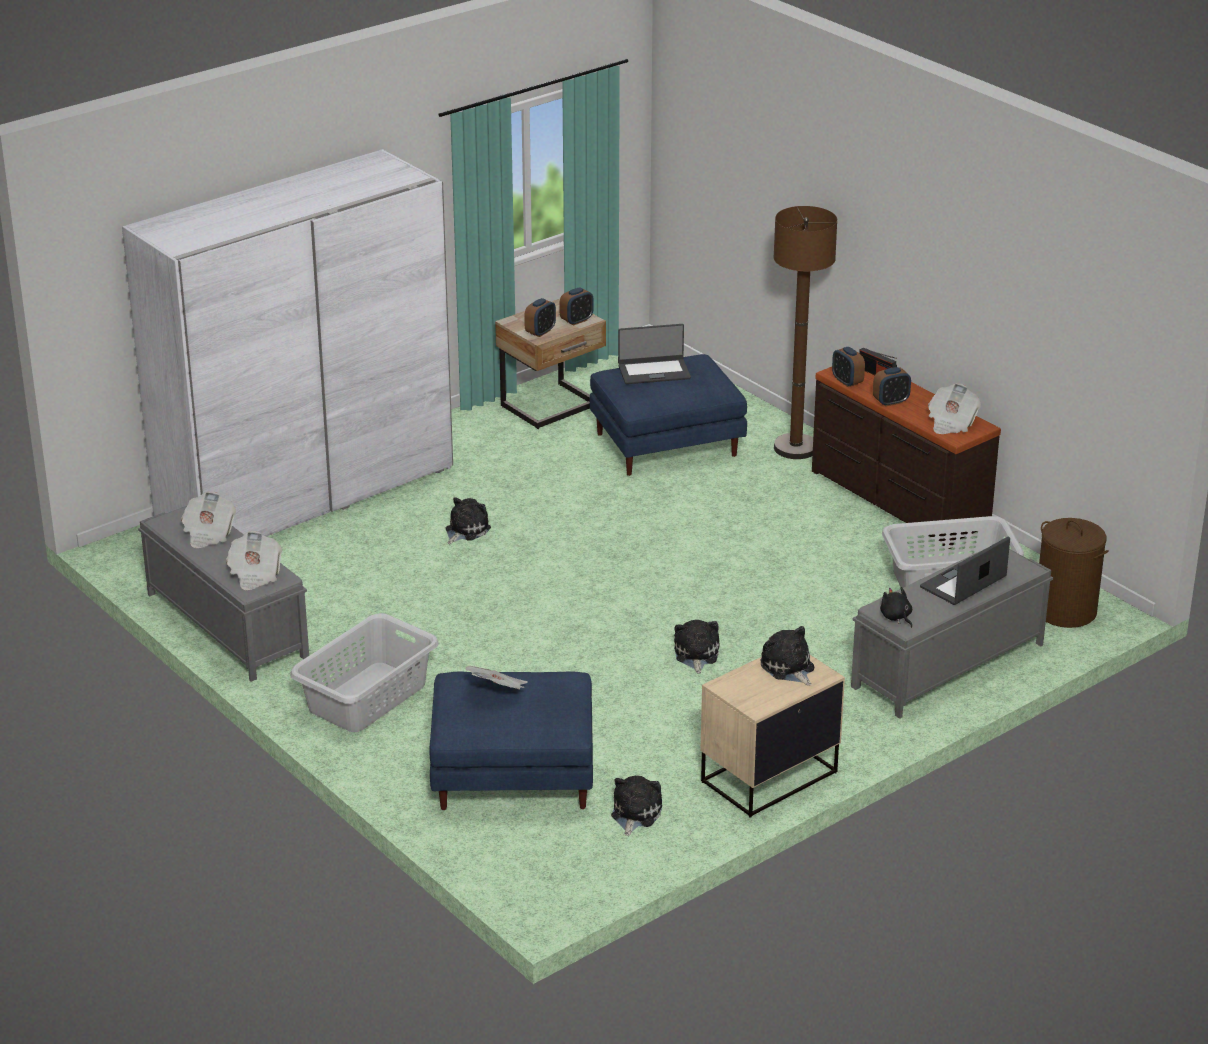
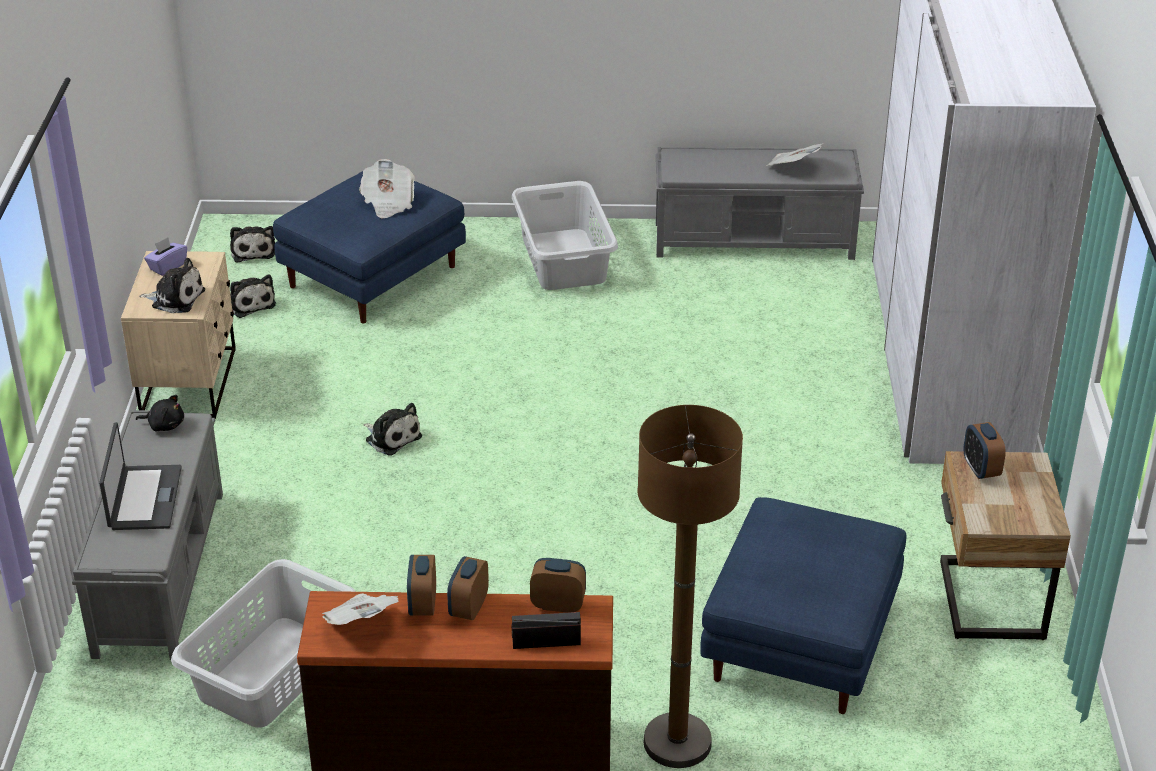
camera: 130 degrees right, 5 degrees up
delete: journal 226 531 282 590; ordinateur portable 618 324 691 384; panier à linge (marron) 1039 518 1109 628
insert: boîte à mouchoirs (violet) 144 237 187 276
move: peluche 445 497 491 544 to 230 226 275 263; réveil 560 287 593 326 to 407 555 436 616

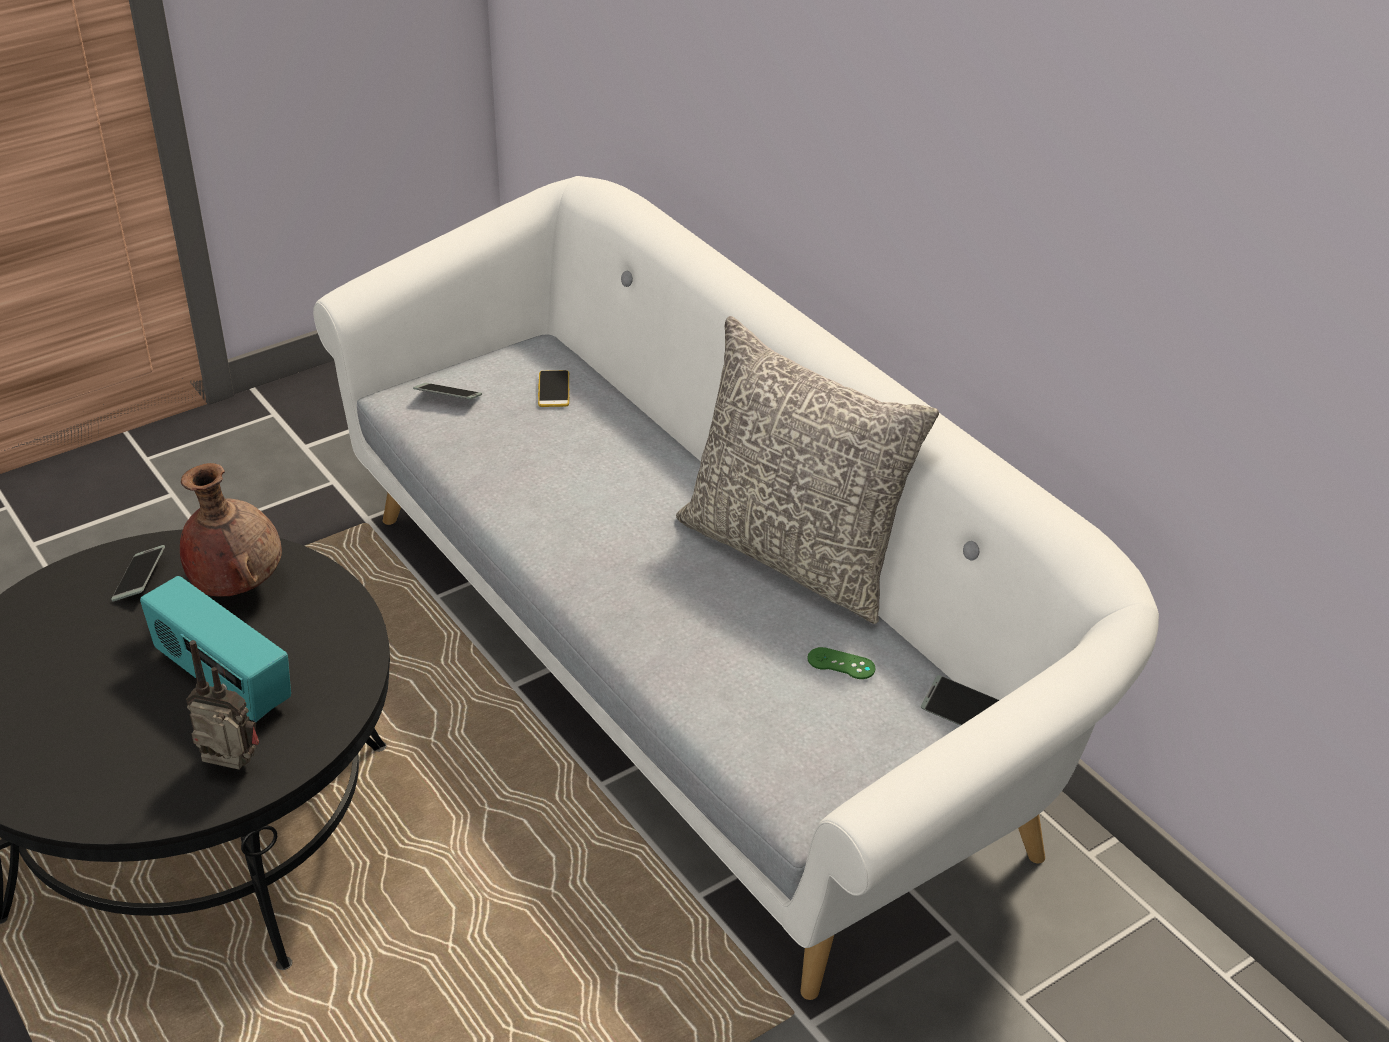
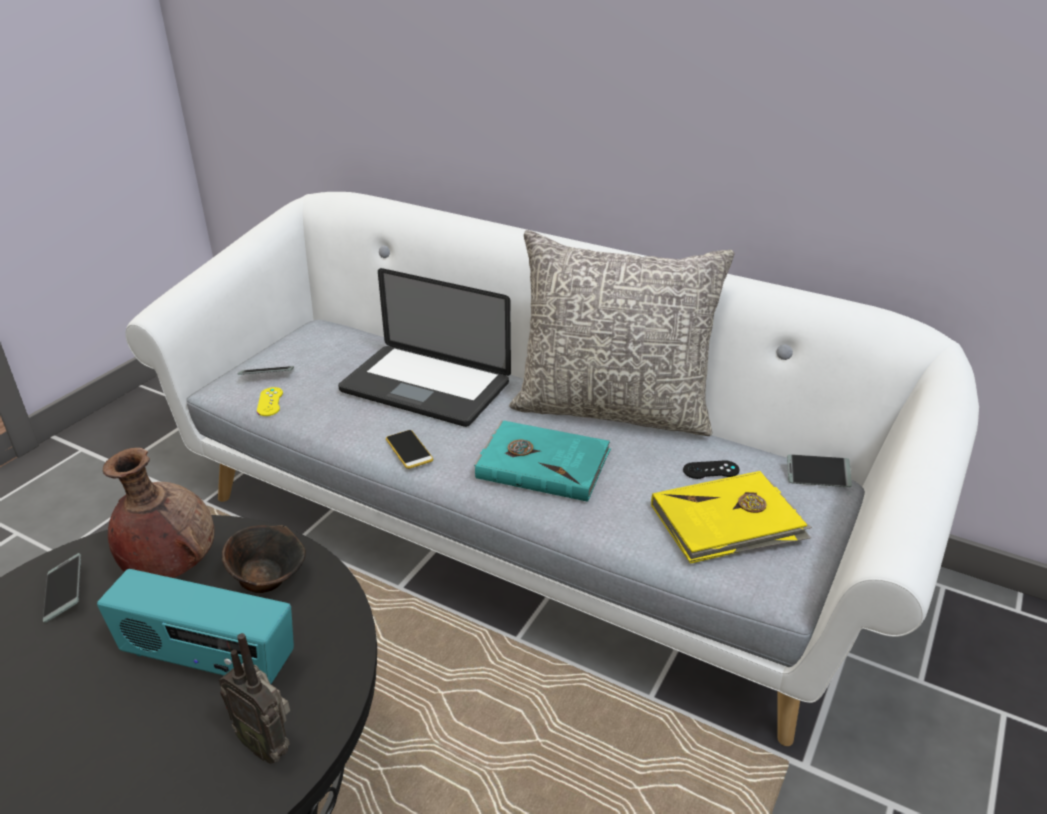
camera: 25 degrees left, 5 degrees down
insert: bol (marron) 222 525 306 593; manette (jaune) 257 387 283 416; ordinateur portable 338 268 511 427; livre (turquoise) 474 420 611 502; livre (jaune) 651 471 812 564
move: téléphone 538 370 570 407 to 386 430 433 469
recolor: manette (vert) 808 647 876 679 to manette (noir) 683 460 740 479
rotate: radio 186 640 259 770 = 219 633 290 764 135 degrees counterclockwise

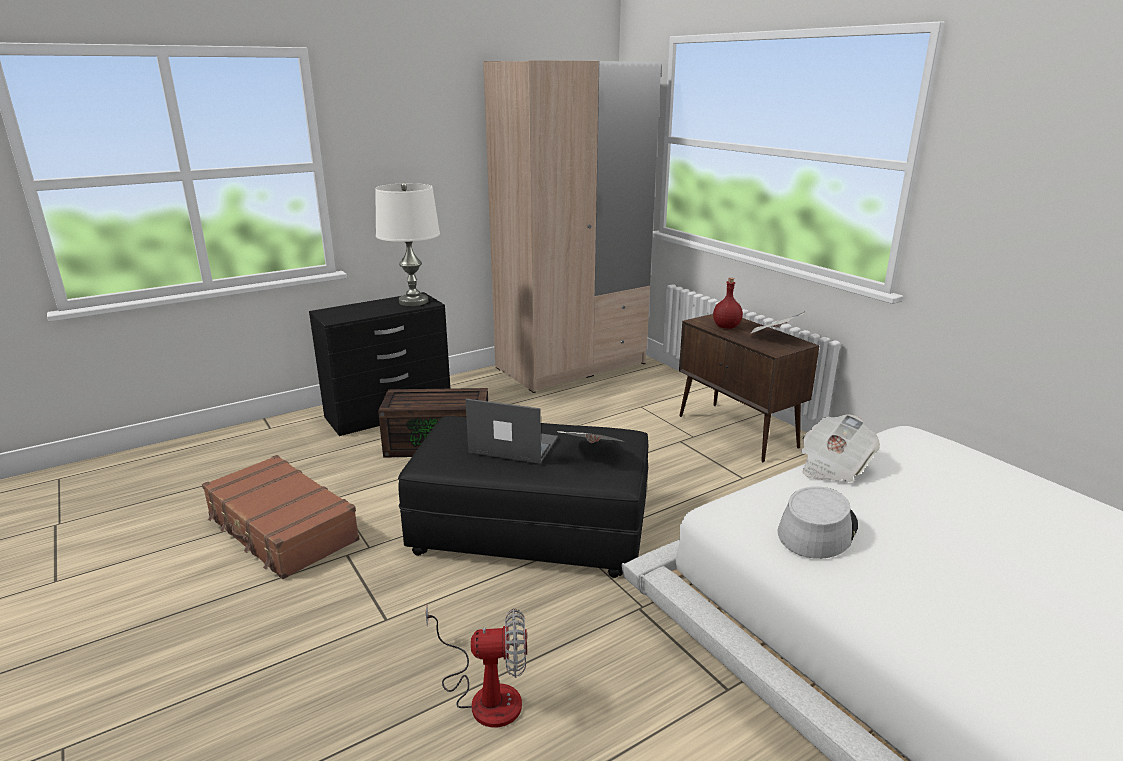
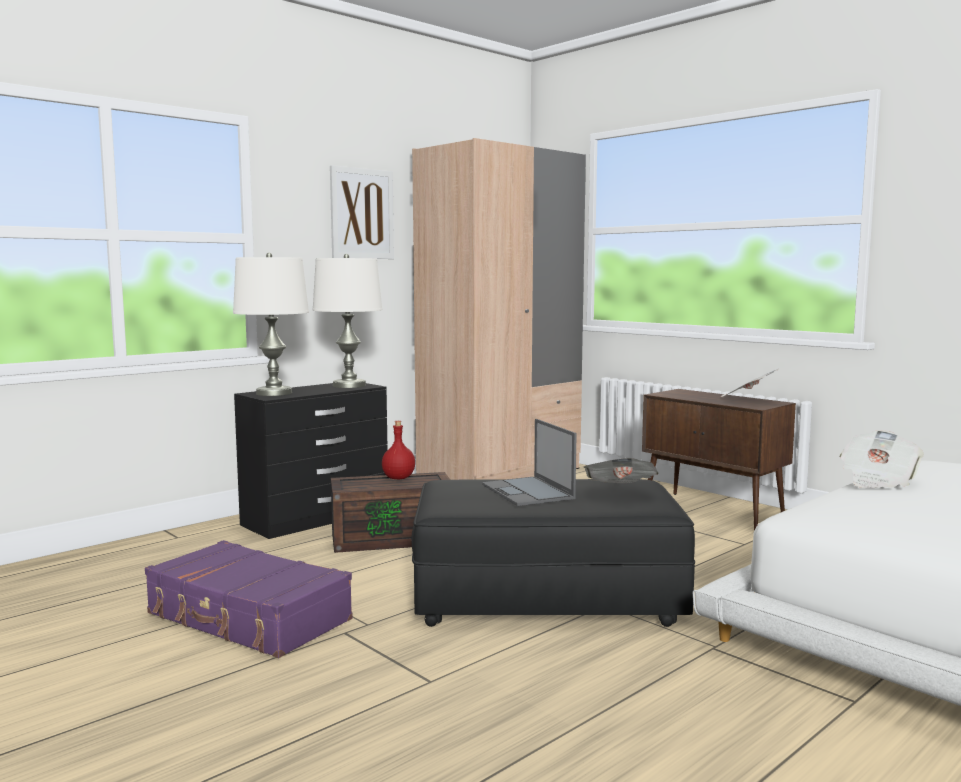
camera: 10 degrees left, 15 degrees down
delete: ventilateur 426 606 527 728; chapeau (gris) 778 486 858 559
insert: lampe de table (blanc) 233 253 309 396; tableau 330 165 394 259
move: bouteille (rouge) 713 278 743 329 to 382 421 415 479
recolor: valise (marron) 202 455 360 579 to valise (violet) 145 540 353 658
rotate: ordinateur portable 465 399 558 464 = 482 419 577 506 120 degrees counterclockwise

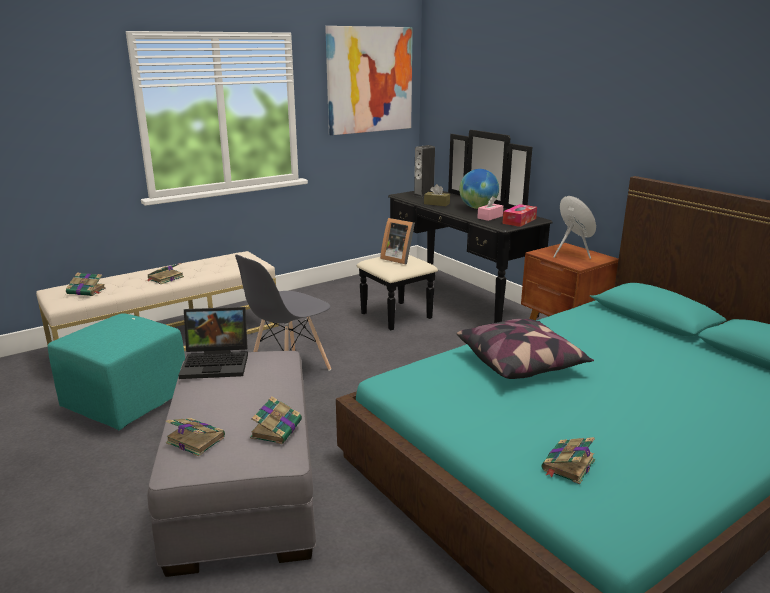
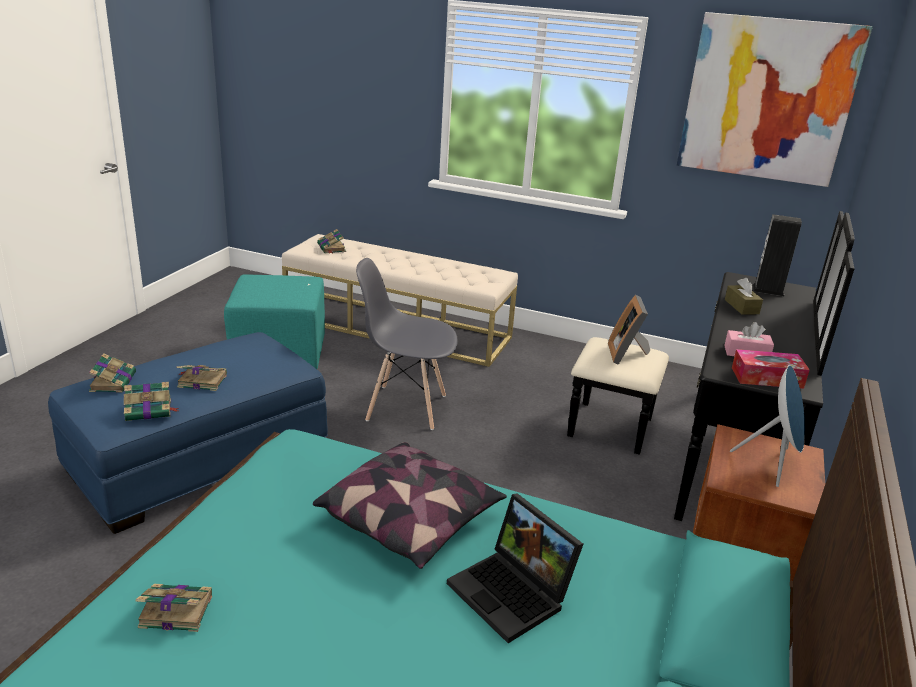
camera: 55 degrees right, 5 degrees up
delete: globe 459 169 499 209
move: livre 145 263 184 284 to 176 365 227 391; ordinateur portable 178 307 248 379 to 447 493 583 643
recolor: pouf (gris) 147 351 316 577 to pouf (bleu) 48 332 328 534

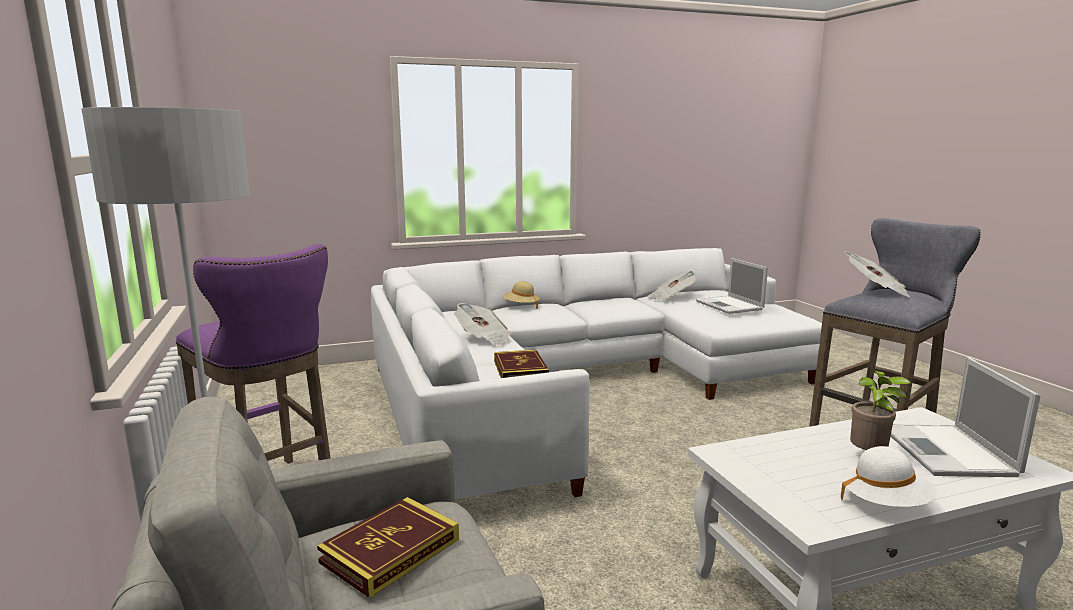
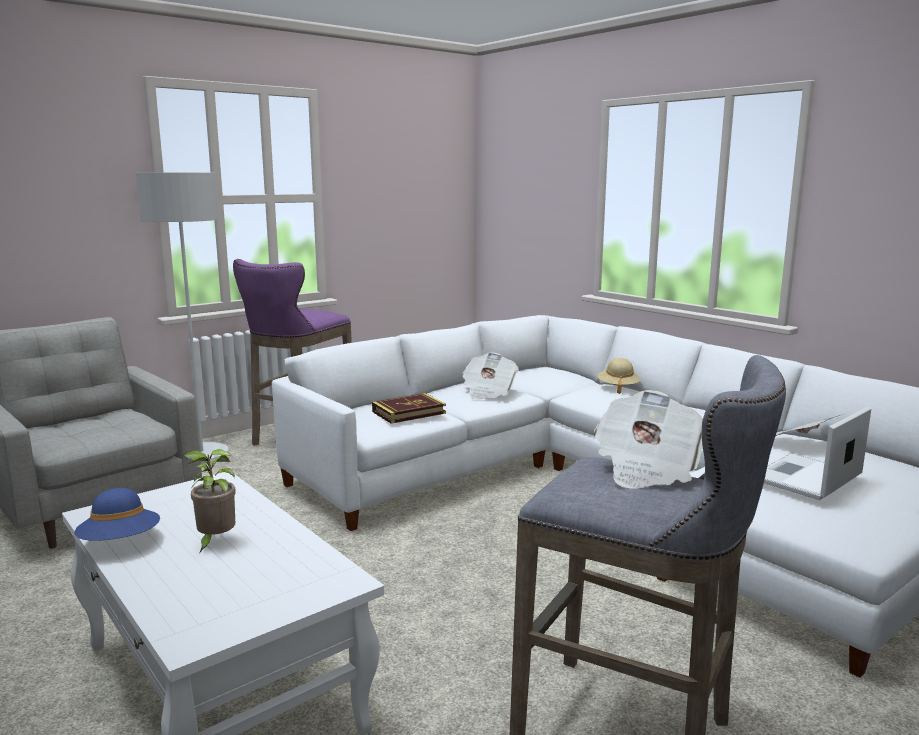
camera: 70 degrees right, 0 degrees up
delete: livre 317 497 459 598; ordinateur portable 891 357 1040 477
recolor: chapeau (blanc) 841 446 937 507 to chapeau (bleu) 74 488 160 541

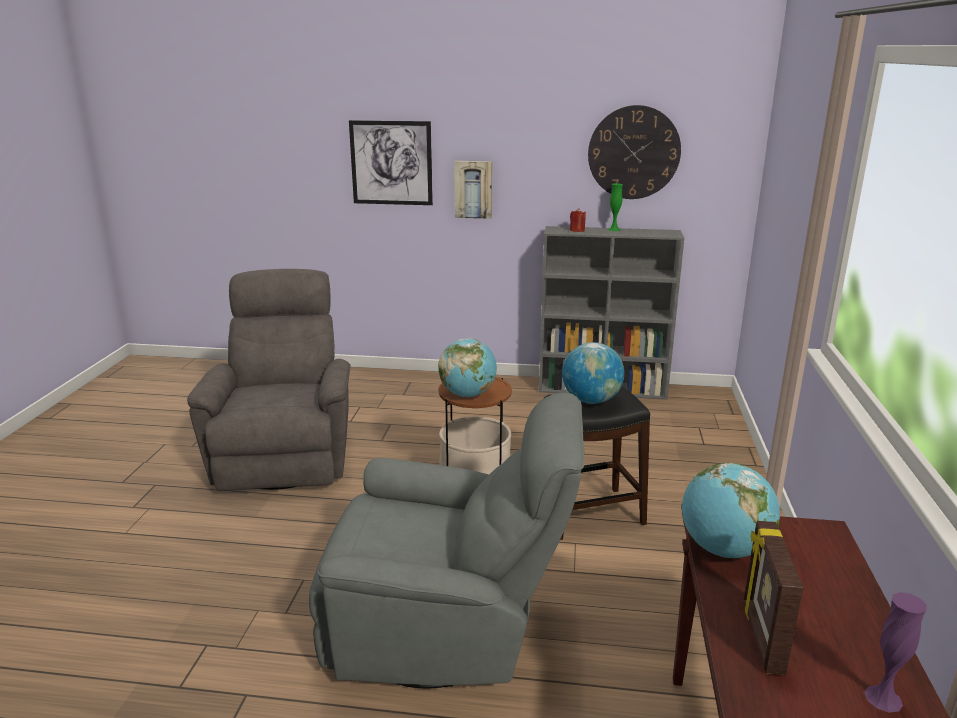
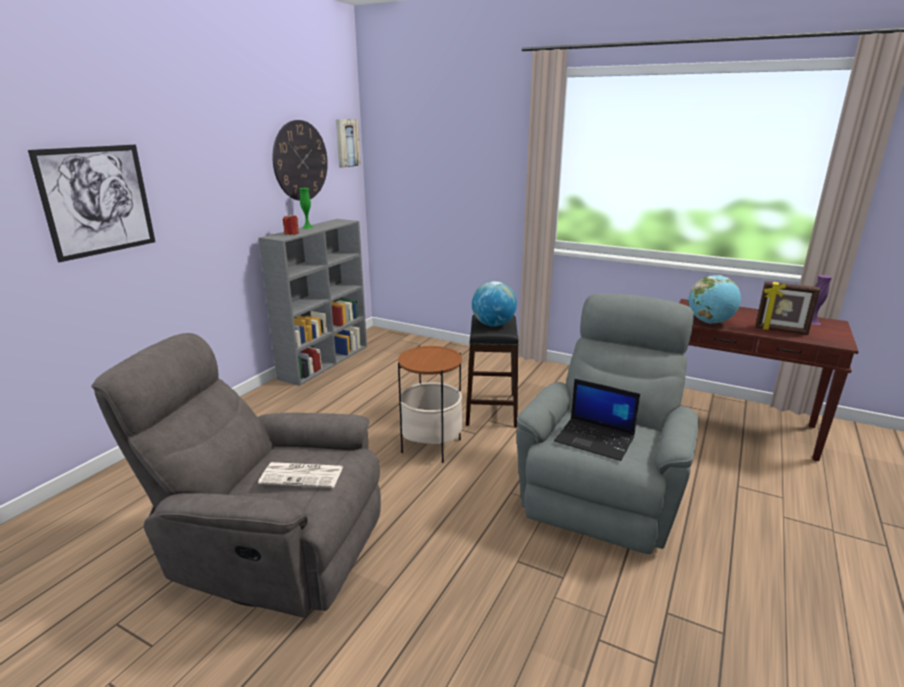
camera: 70 degrees left, 0 degrees up
delete: globe 438 338 497 397
insert: journal 258 462 344 488; ordinateur portable 554 379 640 461
move: tableau 454 161 492 219 to 336 119 361 168

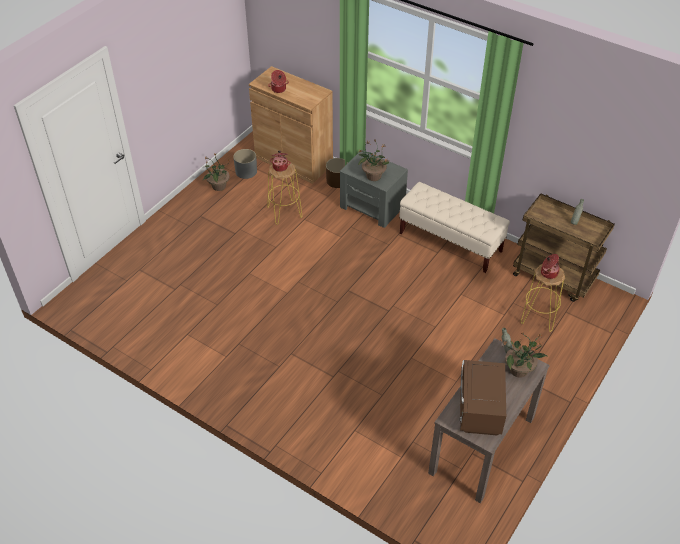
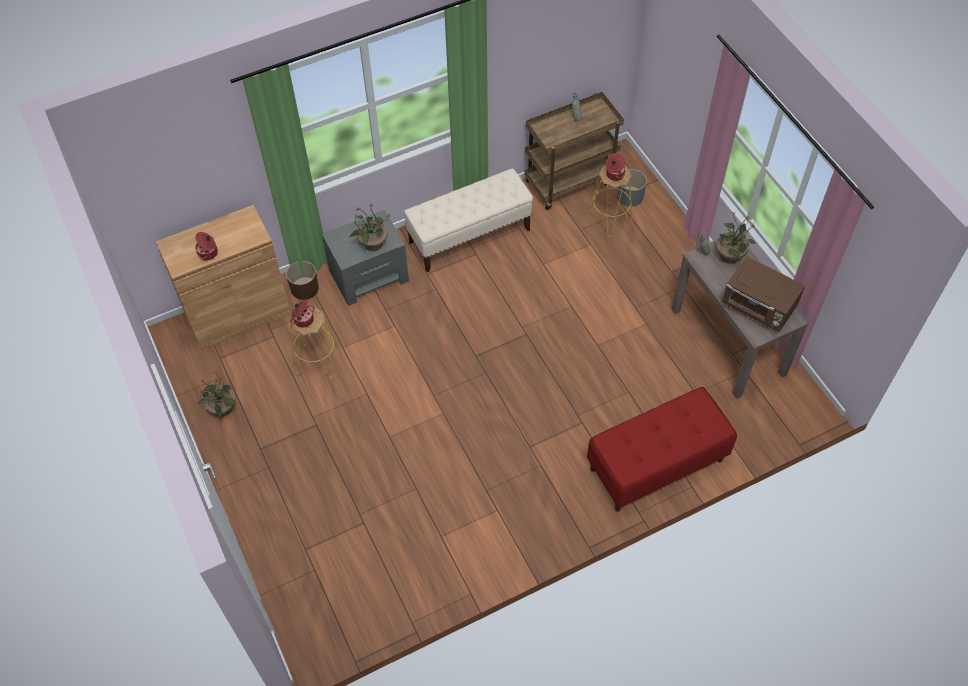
camera: 60 degrees left, 10 degrees up
insert: banc (rouge) 587 387 737 512
move: cache-pot (gris) 233 149 257 179 to 617 169 647 207

